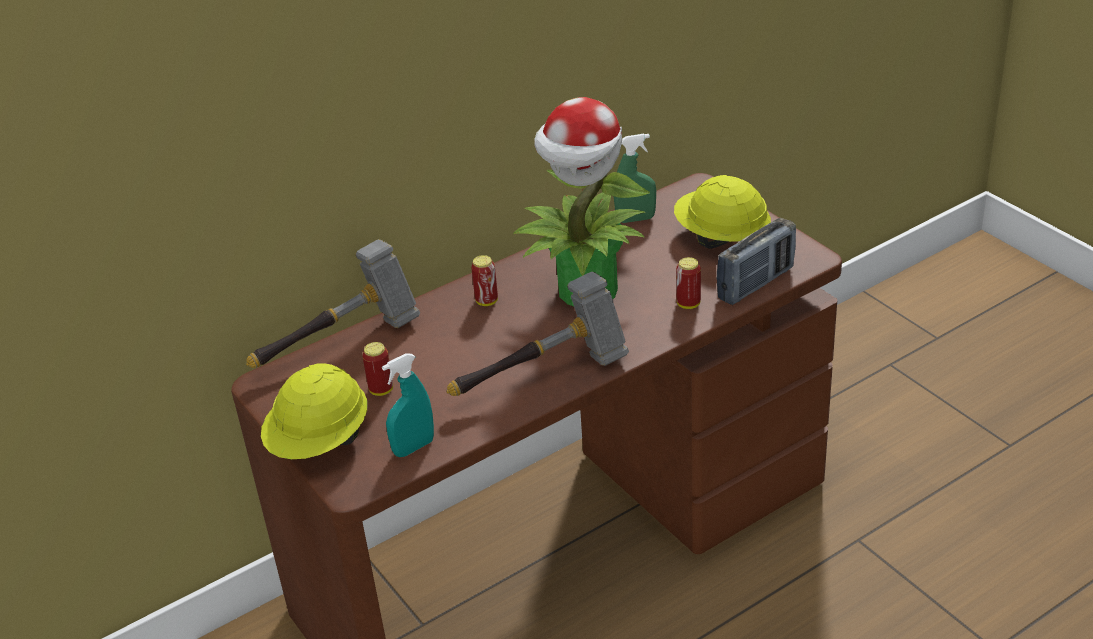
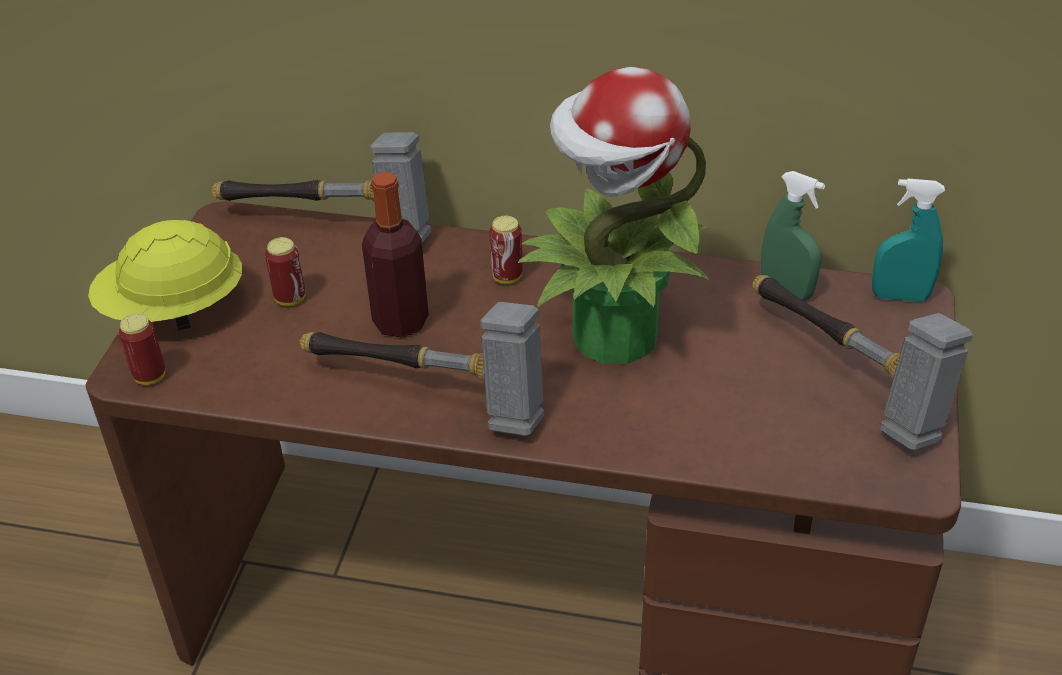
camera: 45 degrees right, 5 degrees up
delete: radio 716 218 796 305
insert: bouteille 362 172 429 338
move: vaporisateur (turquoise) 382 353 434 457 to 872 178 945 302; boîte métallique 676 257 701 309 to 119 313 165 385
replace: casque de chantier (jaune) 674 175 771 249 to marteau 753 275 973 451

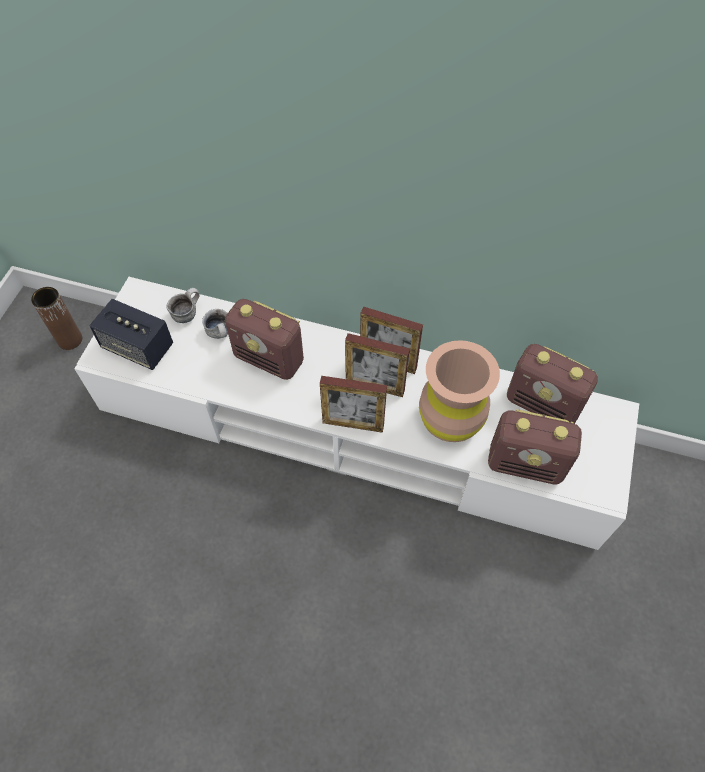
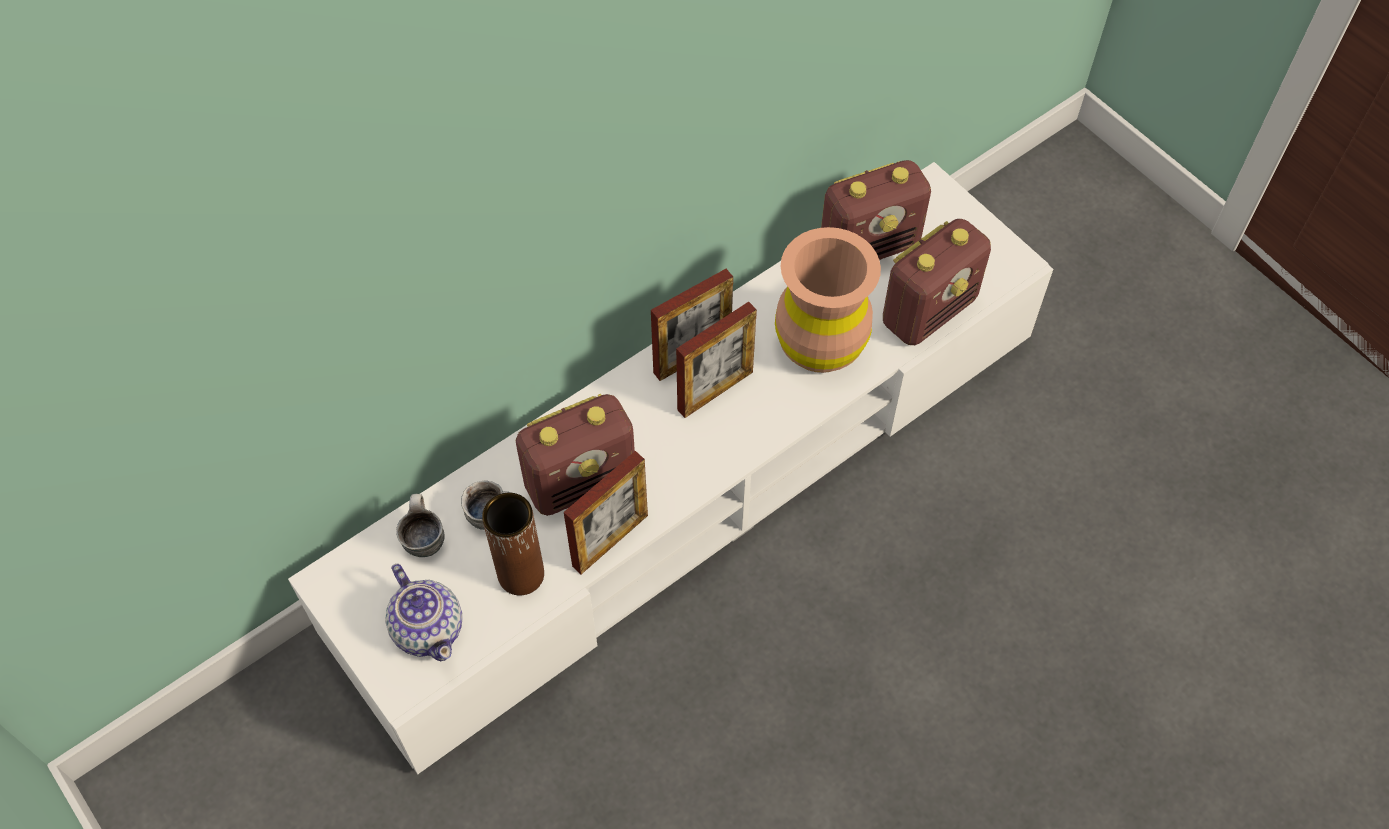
camera: 55 degrees left, 0 degrees up
move: vase (marron) 31 287 82 350 to 482 493 544 595; cadre photo 320 376 387 433 to 564 451 648 574
replace: enceinte 89 299 173 370 to théière 385 563 462 661

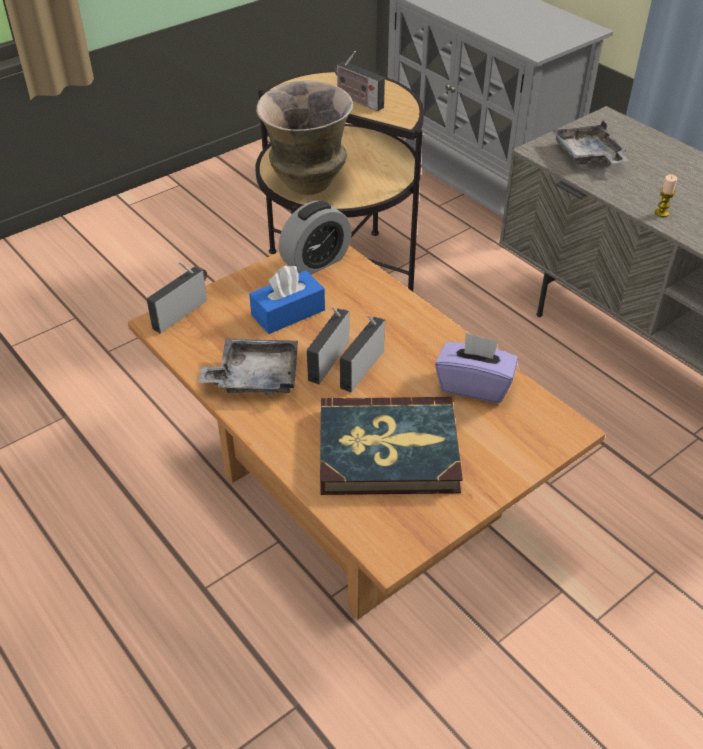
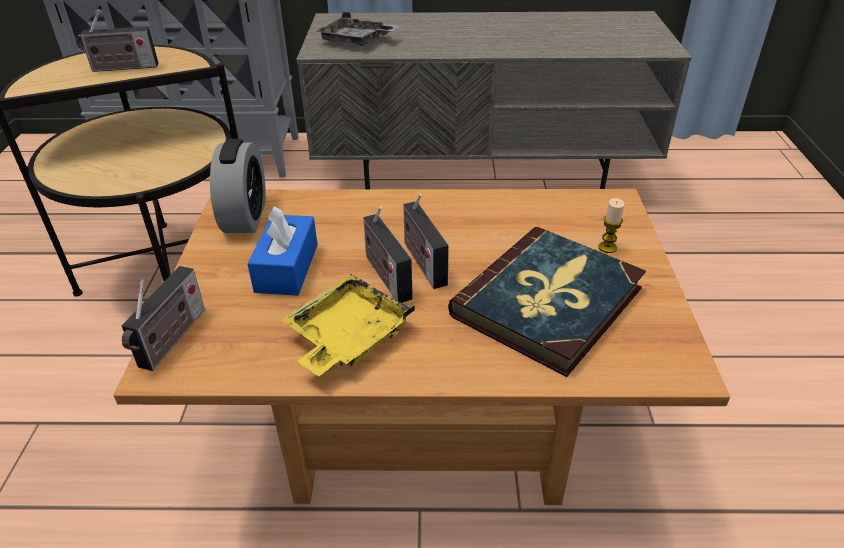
camera: 50 degrees left, 5 degrees down
delete: vase 256 81 353 195; boîte à mouchoirs (violet) 435 333 518 403
move: bougie 655 174 677 217 to 598 198 625 253
recolor: plateau (gris) 198 339 298 395 to plateau (jaune) 280 274 415 376
rotate: radio 147 262 207 334 = 121 266 205 371 150 degrees counterclockwise

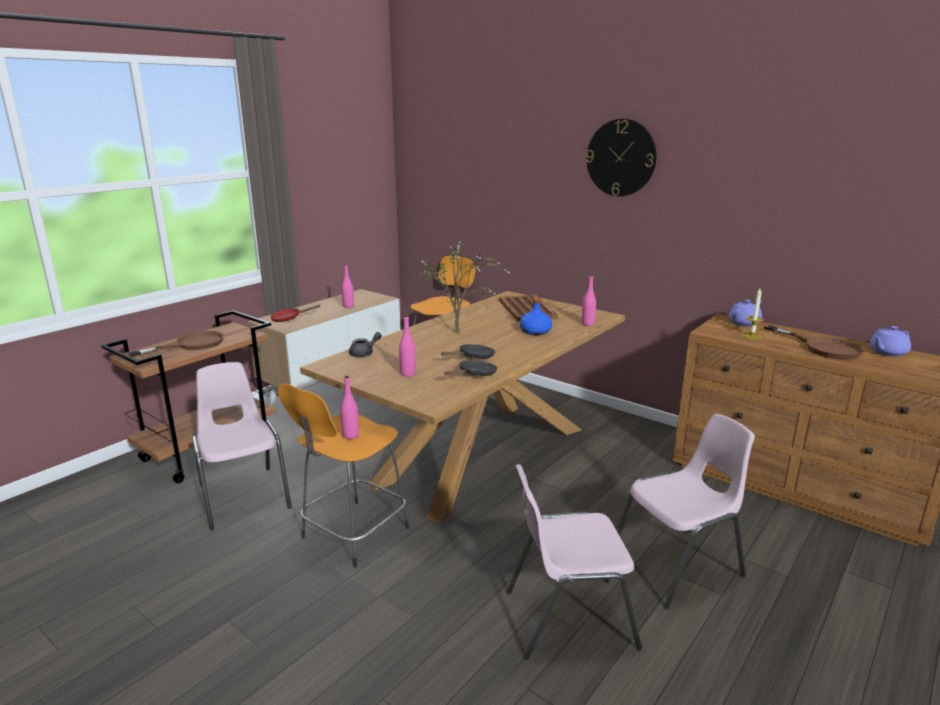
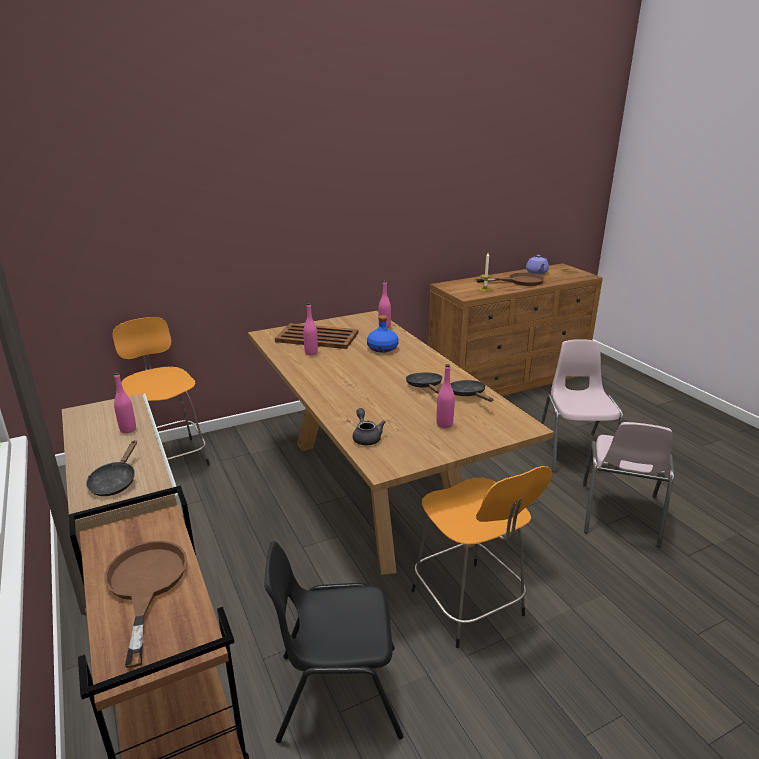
camera: 65 degrees left, 5 degrees up
delete: plante en pot 414 237 512 333; horloge murale 586 119 656 196; théière (violet) 729 300 762 327
move: bouteille (rose) 341 376 359 439 to 303 303 318 355
recolor: chaise (rose) 192 362 292 530 to chaise (noir) 264 541 404 743; poêle (rouge) 270 305 321 322 to poêle (noir) 86 440 137 496

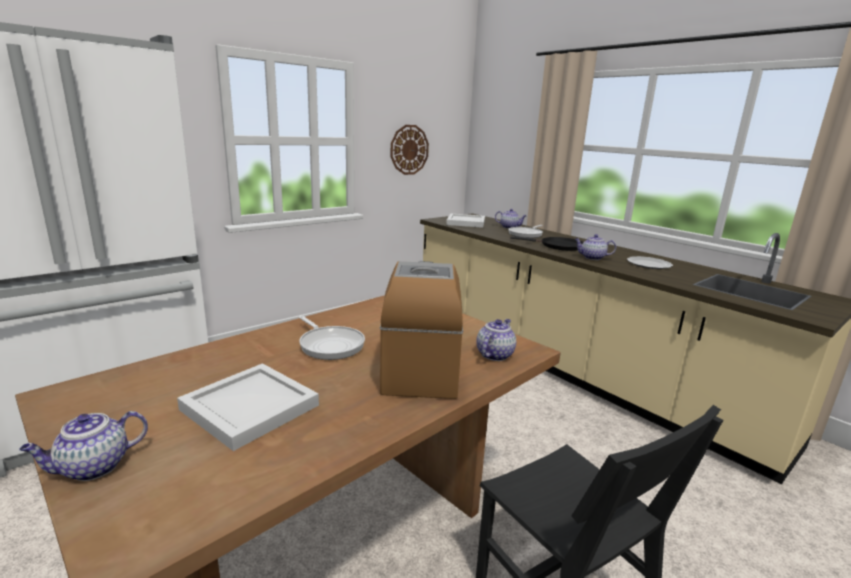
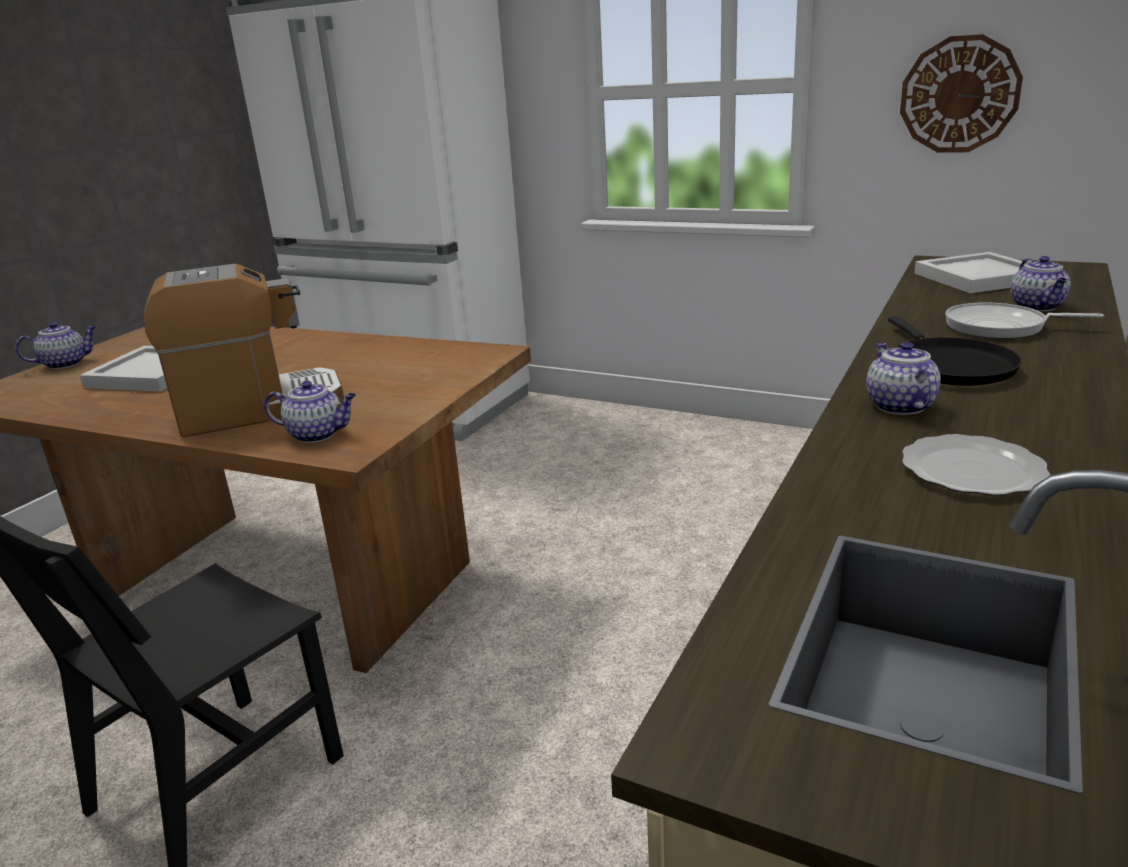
camera: 70 degrees right, 5 degrees up
delete: poêle 299 316 365 360
rotate: théière 19 411 148 481 = 15 322 97 369 120 degrees clockwise

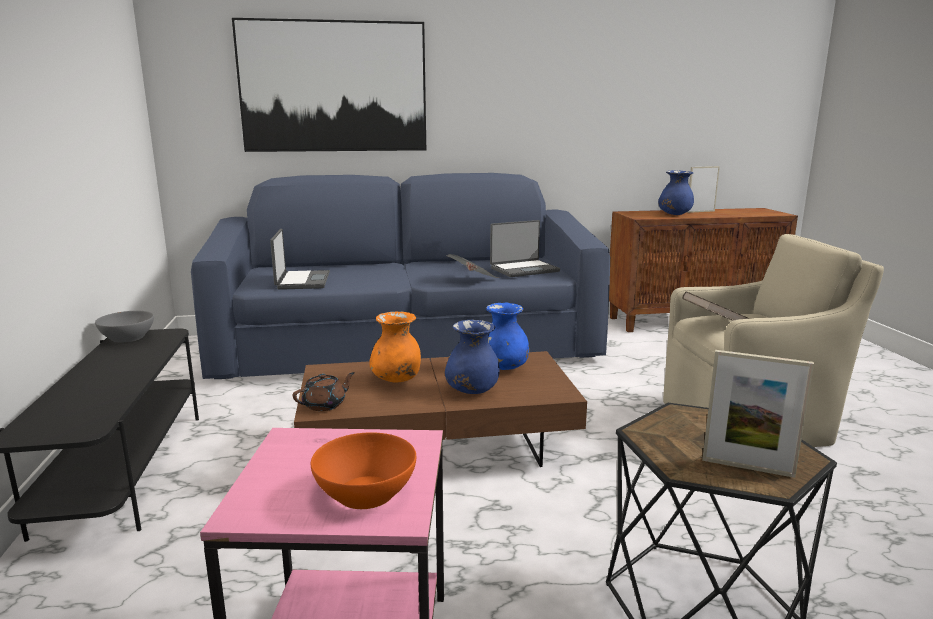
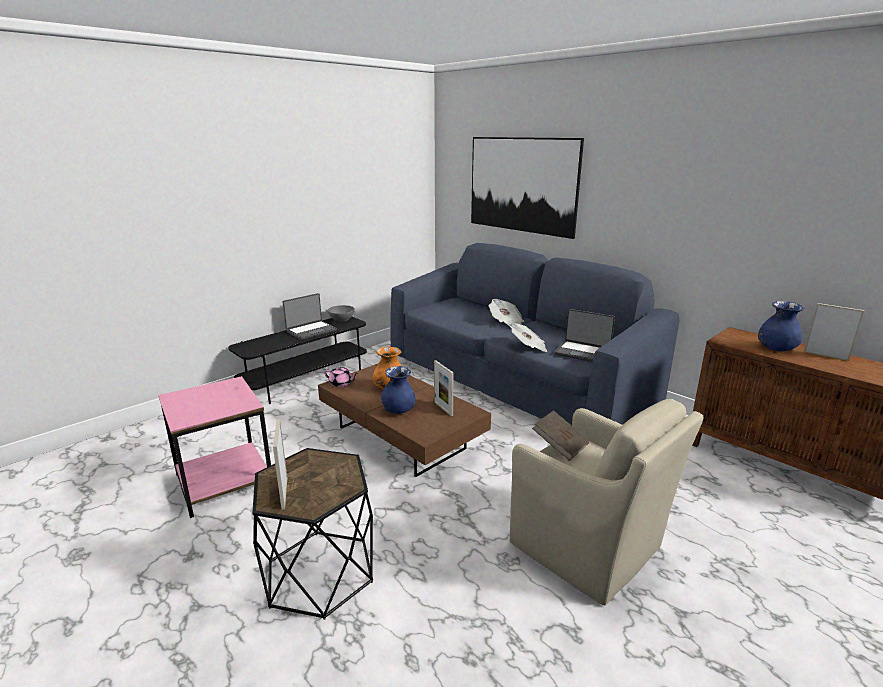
camera: 55 degrees right, 5 degrees up
delete: bol (orange) 311 432 416 509
insert: journal 489 299 524 327
move: ordinateur portable 270 229 330 290 to 283 293 337 340
replace: vase (bleu) 486 302 529 370 to cadre photo 434 360 454 416
recolor: théière (marron) 293 372 355 411 to théière (rose) 324 367 358 387

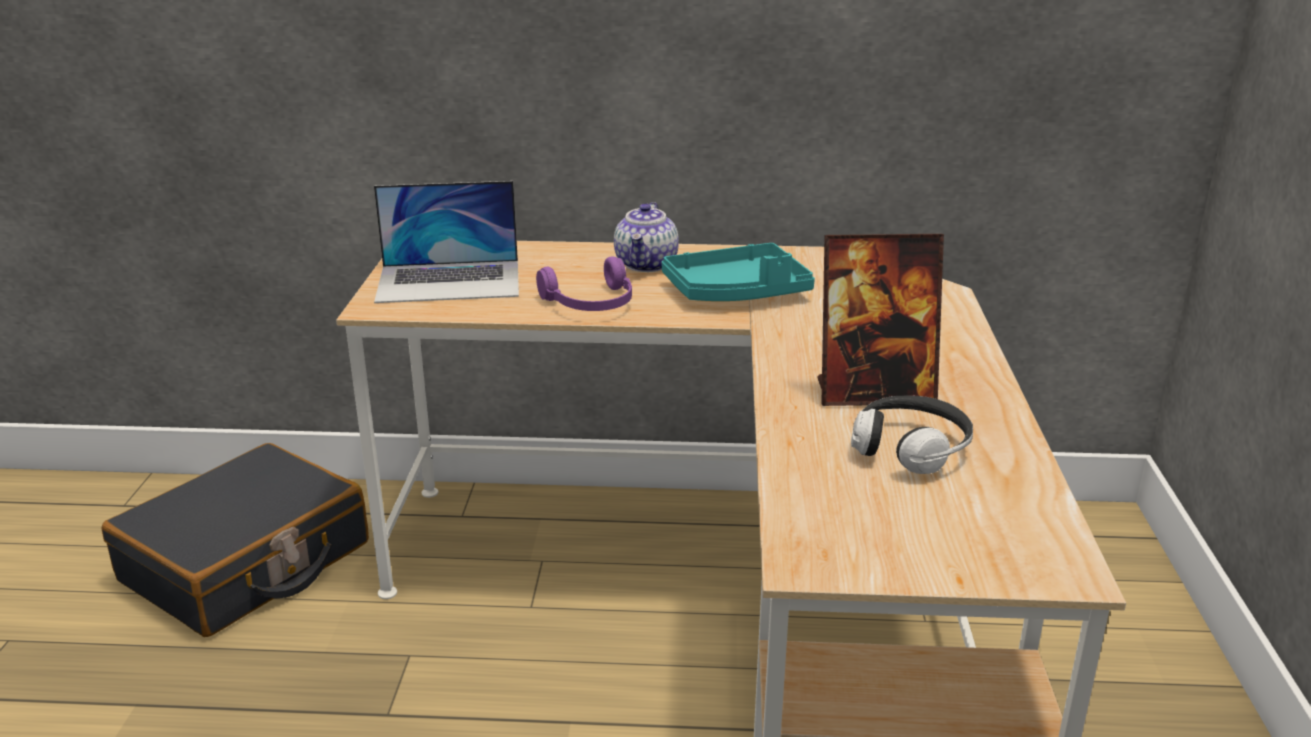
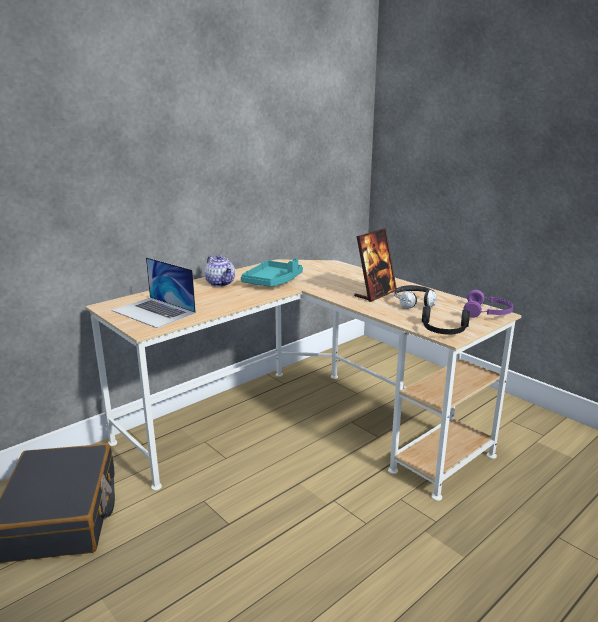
camera: 45 degrees left, 5 degrees down
insert: casque audio (noir) 422 306 470 334
move: casque audio (violet) 536 256 632 311 to 463 290 513 318
rotate: ordinateur portable 374 181 519 303 = 112 257 196 328 90 degrees clockwise

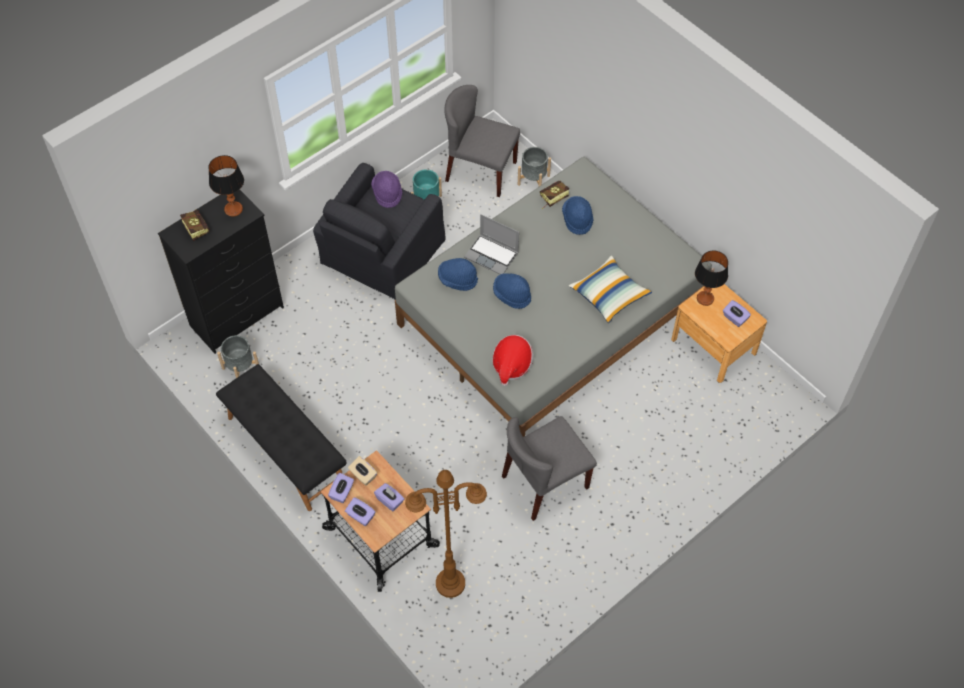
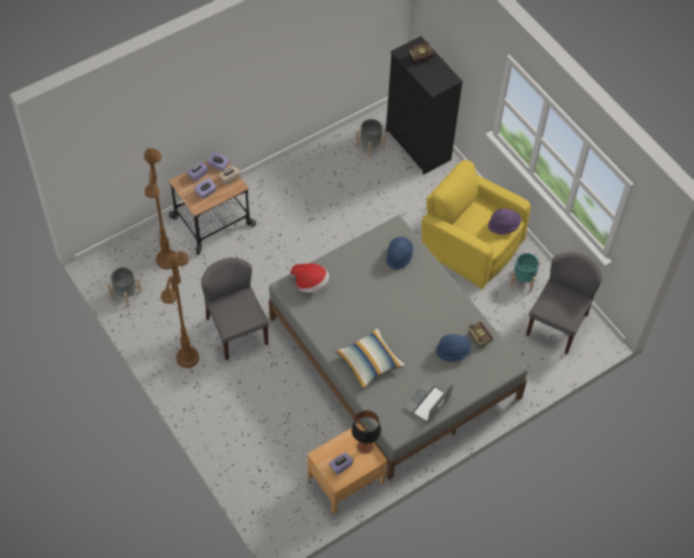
camera: 95 degrees right, 0 degrees up
delete: lampe de table 208 155 244 217; banc (noir) 216 364 347 511; chapeau (bleu) 493 273 531 309
insert: lampadaire (marron) 161 251 199 368
move: ordinateur portable 464 214 519 274 to 404 381 453 424; cache-pot (gris) 518 147 551 186 to 107 267 142 307
recolor: fauteuil (noir) 313 163 446 300 to fauteuil (jaune) 422 160 531 289

